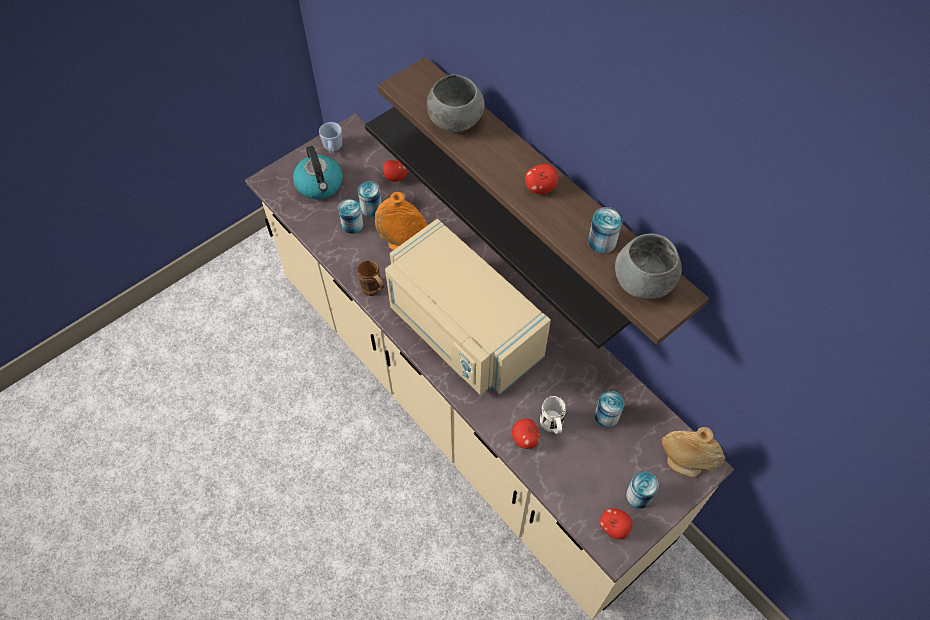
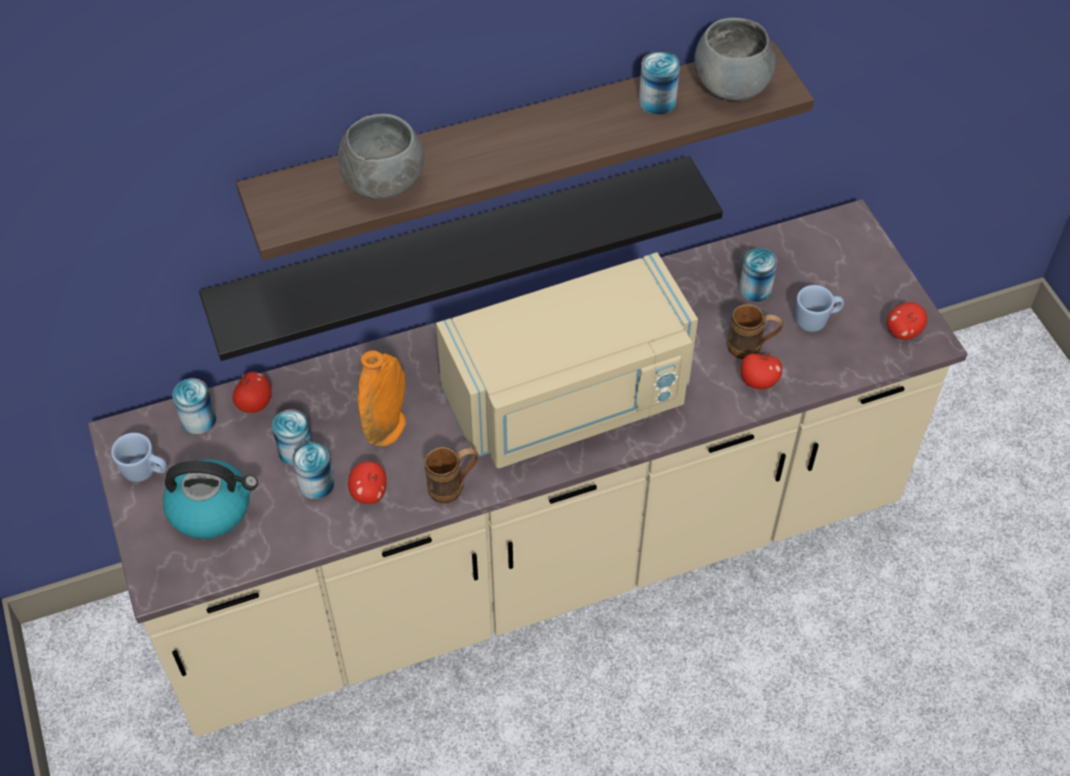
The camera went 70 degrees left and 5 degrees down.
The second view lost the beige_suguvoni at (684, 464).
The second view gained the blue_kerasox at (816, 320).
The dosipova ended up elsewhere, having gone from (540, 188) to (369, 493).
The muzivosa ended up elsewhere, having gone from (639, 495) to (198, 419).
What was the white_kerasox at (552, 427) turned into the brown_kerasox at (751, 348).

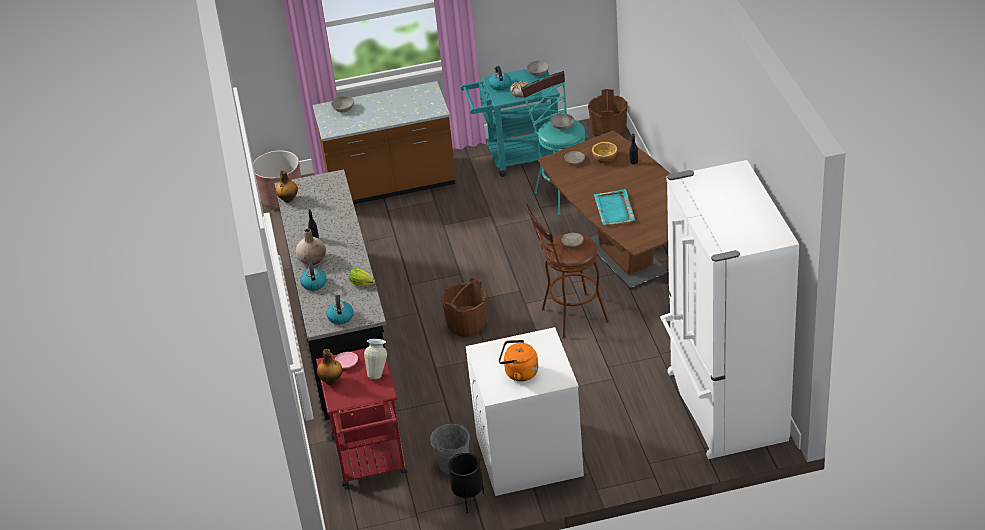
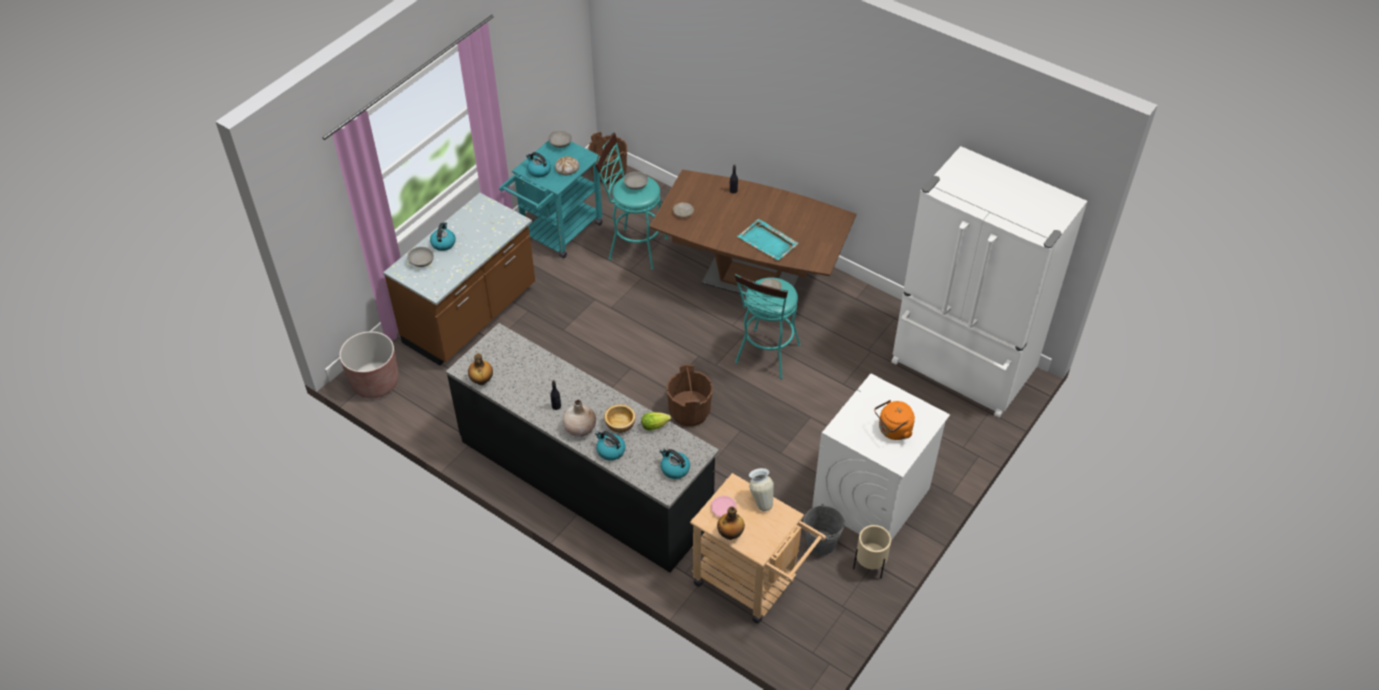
The camera went 45 degrees left and 10 degrees up.
The second view gained the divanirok at (443, 243).
The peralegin ended up elsewhere, having gone from (605, 158) to (621, 424).
What was the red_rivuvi at (371, 461) turned into the beige_rivuvi at (752, 584).
What was the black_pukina at (468, 500) turned into the beige_pukina at (869, 566).
What was the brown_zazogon at (569, 317) turned into the turquoise_zazogon at (765, 357).

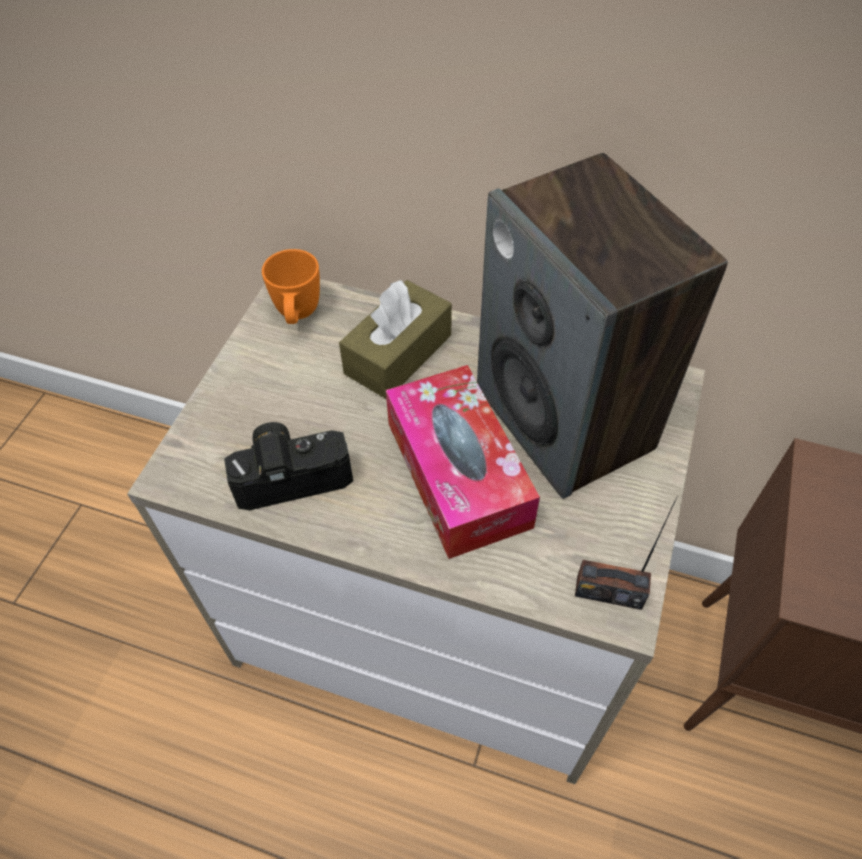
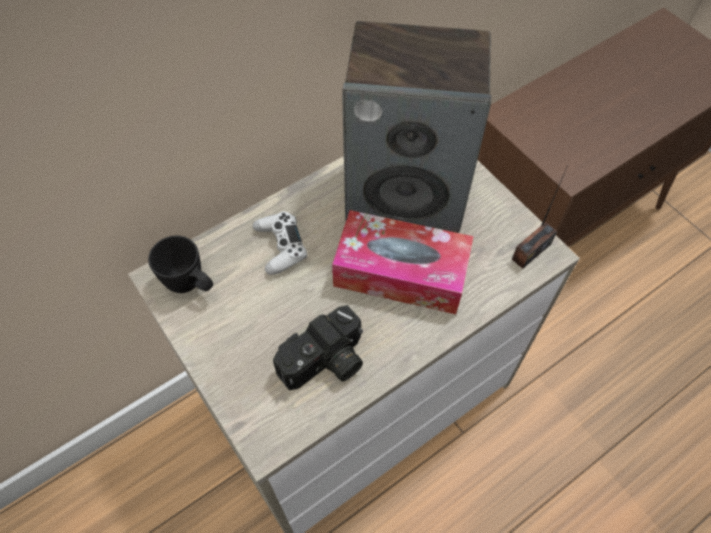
The camera went 55 degrees left and 5 degrees up.
Where the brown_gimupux stood at (398, 354), the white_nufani came to stand at (280, 246).
What was the orange_kerasox at (298, 316) turned into the black_kerasox at (191, 285).
The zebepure at (292, 472) ended up facing another way, 150 degrees counterclockwise from before.

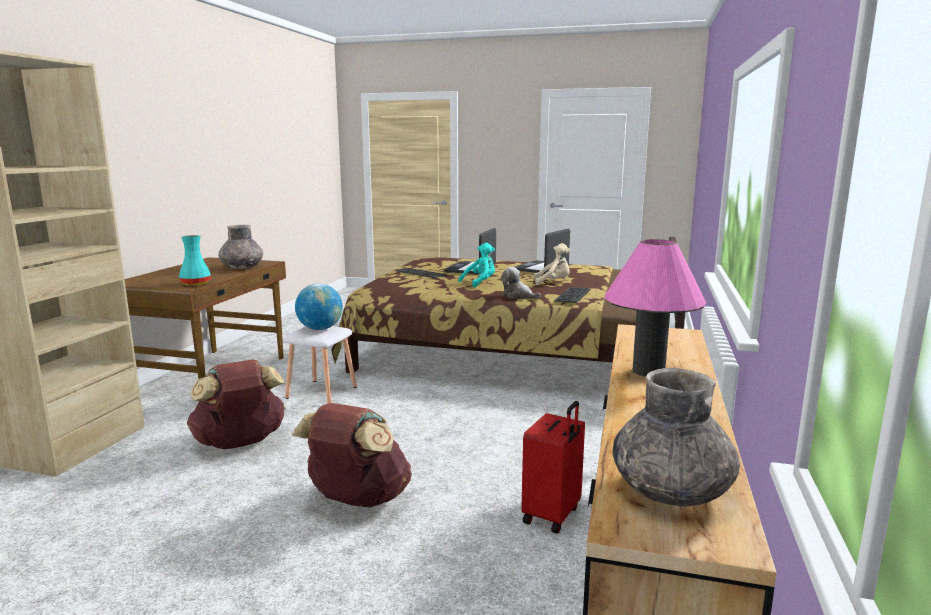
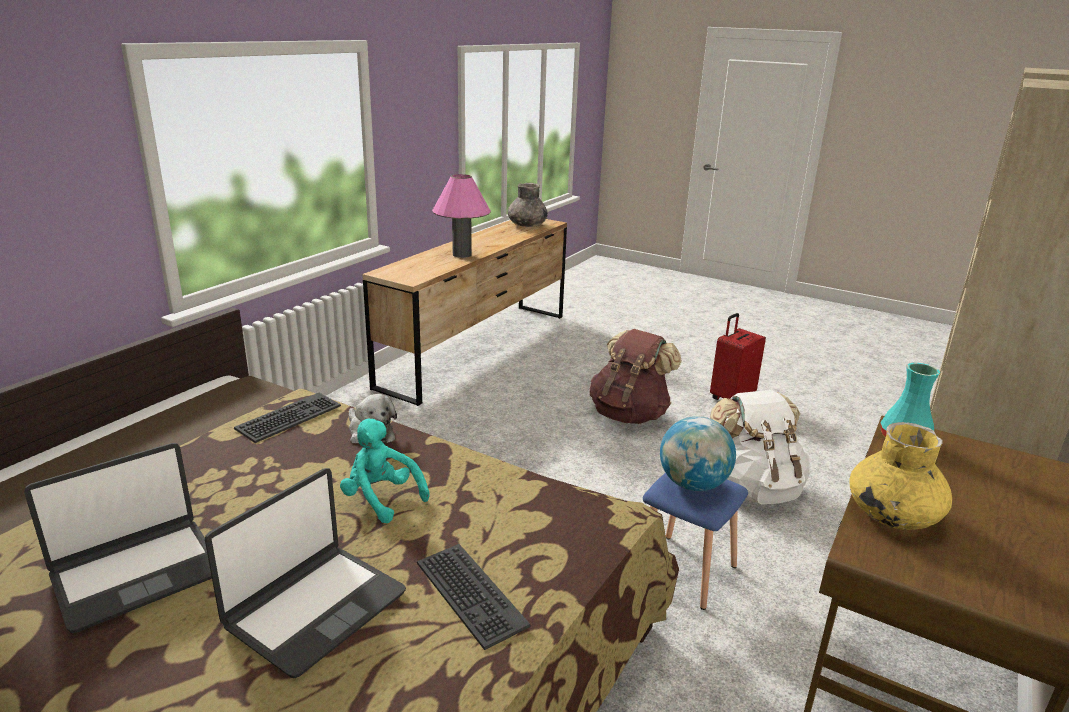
The camera went 165 degrees left and 10 degrees up.
The second view lost the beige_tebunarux at (553, 282).
The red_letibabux ended up elsewhere, having gone from (553, 515) to (731, 398).
What was the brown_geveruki at (240, 443) turned into the white_geveruki at (754, 489).
What was the grey_suguvoni at (242, 268) turned into the yellow_suguvoni at (892, 514).
What was the white_zazogon at (321, 393) turned into the blue_zazogon at (684, 569).
The turquoise_tebunarux at (480, 283) ended up facing another way, 60 degrees clockwise from before.

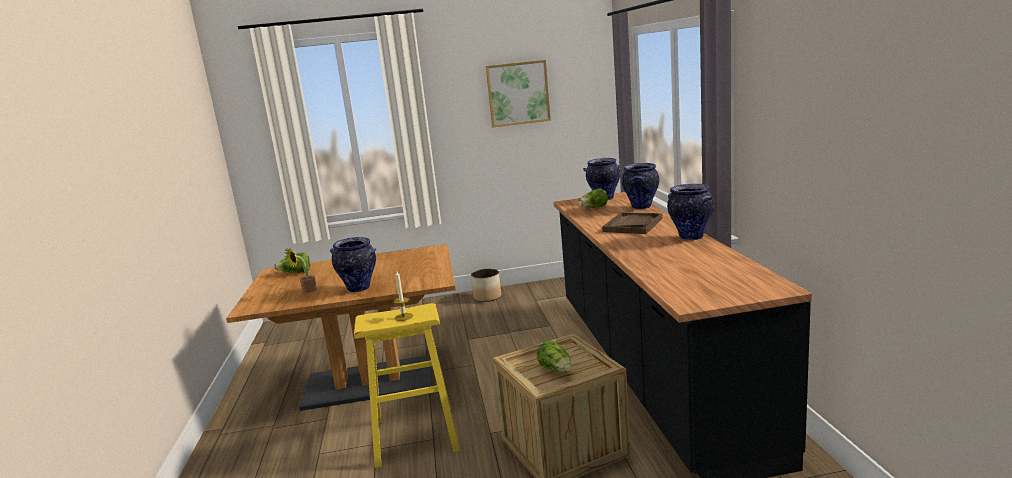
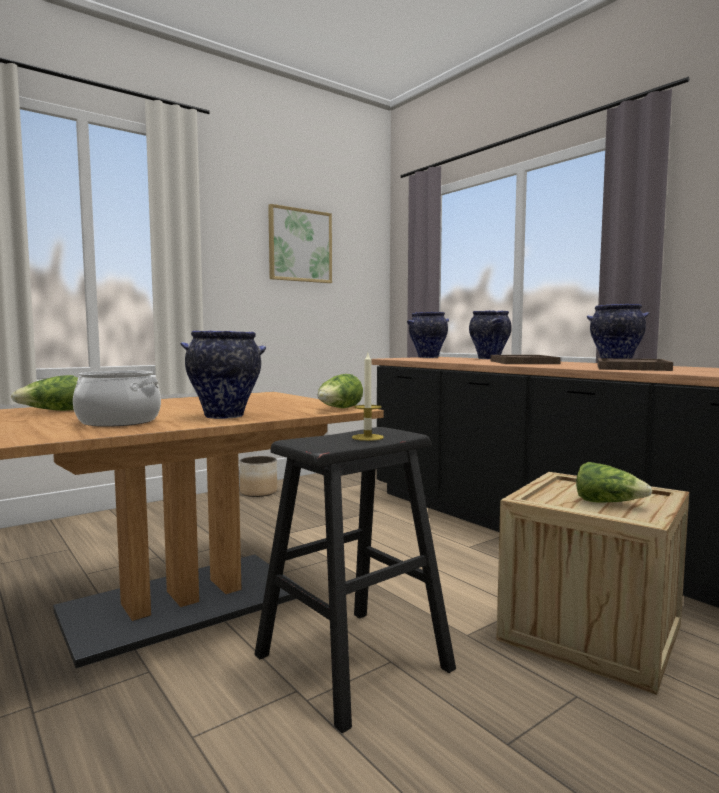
The camera went 30 degrees left and 10 degrees down.
The second view gained the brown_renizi at (632, 368).
The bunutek ended up elsewhere, having gone from (594, 208) to (339, 409).
Where the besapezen stood at (306, 291), the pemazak came to stand at (119, 421).
What was the yellow_zazogon at (415, 435) turned into the black_zazogon at (352, 662).

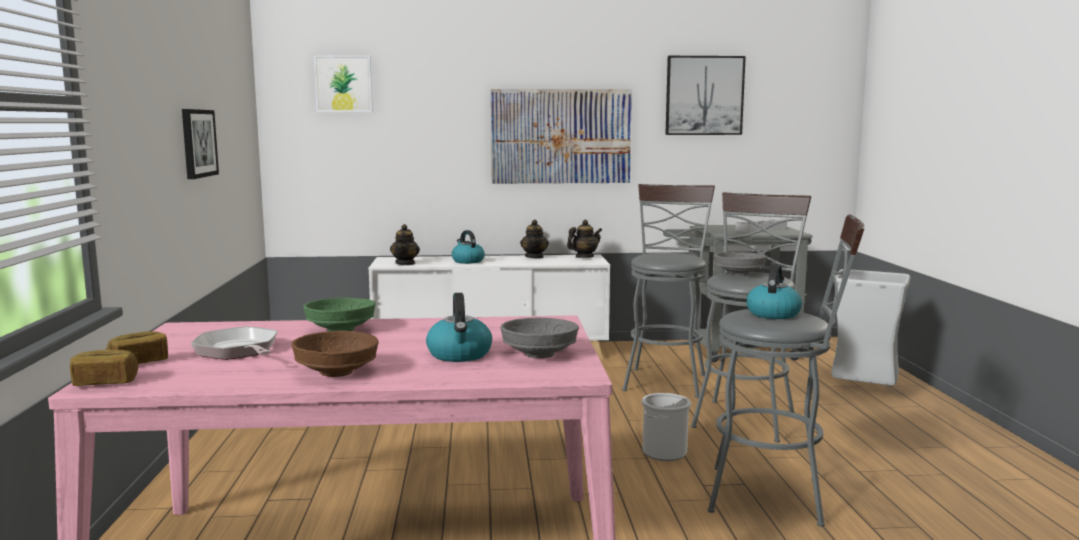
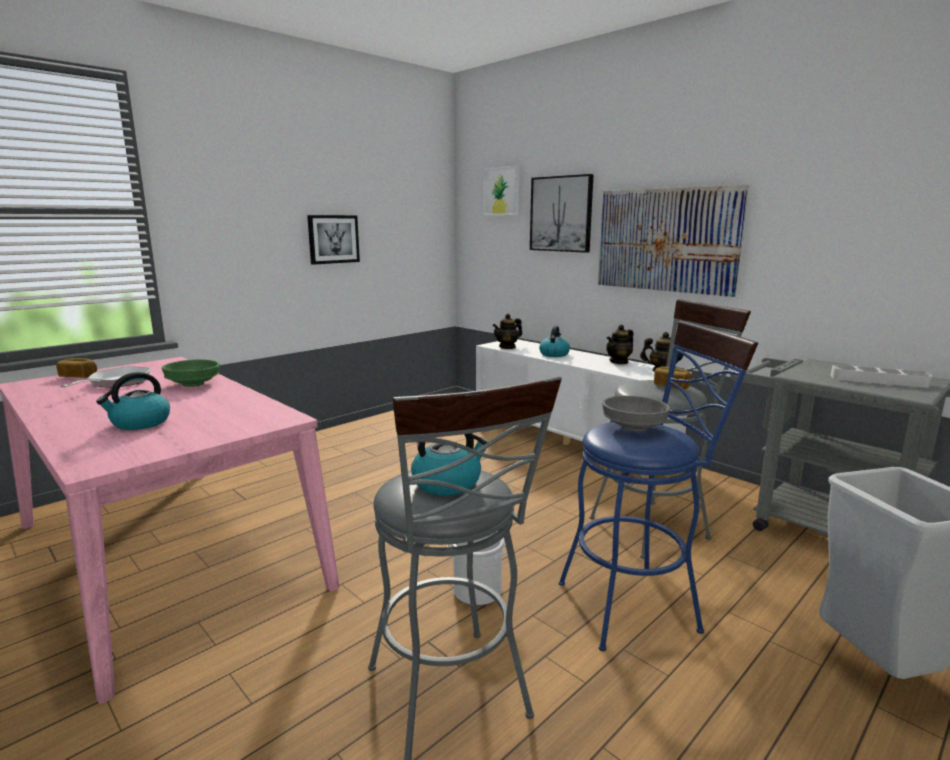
The camera went 50 degrees right and 5 degrees up.
The second view lost the brown_peralegin at (336, 373).
The second view lost the grey_peralegin at (540, 355).
The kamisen ended up elsewhere, having gone from (105, 382) to (671, 386).
The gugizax ended up elsewhere, having gone from (704, 95) to (561, 214).
What was the grey_zazogon at (745, 417) turned into the blue_zazogon at (638, 604).

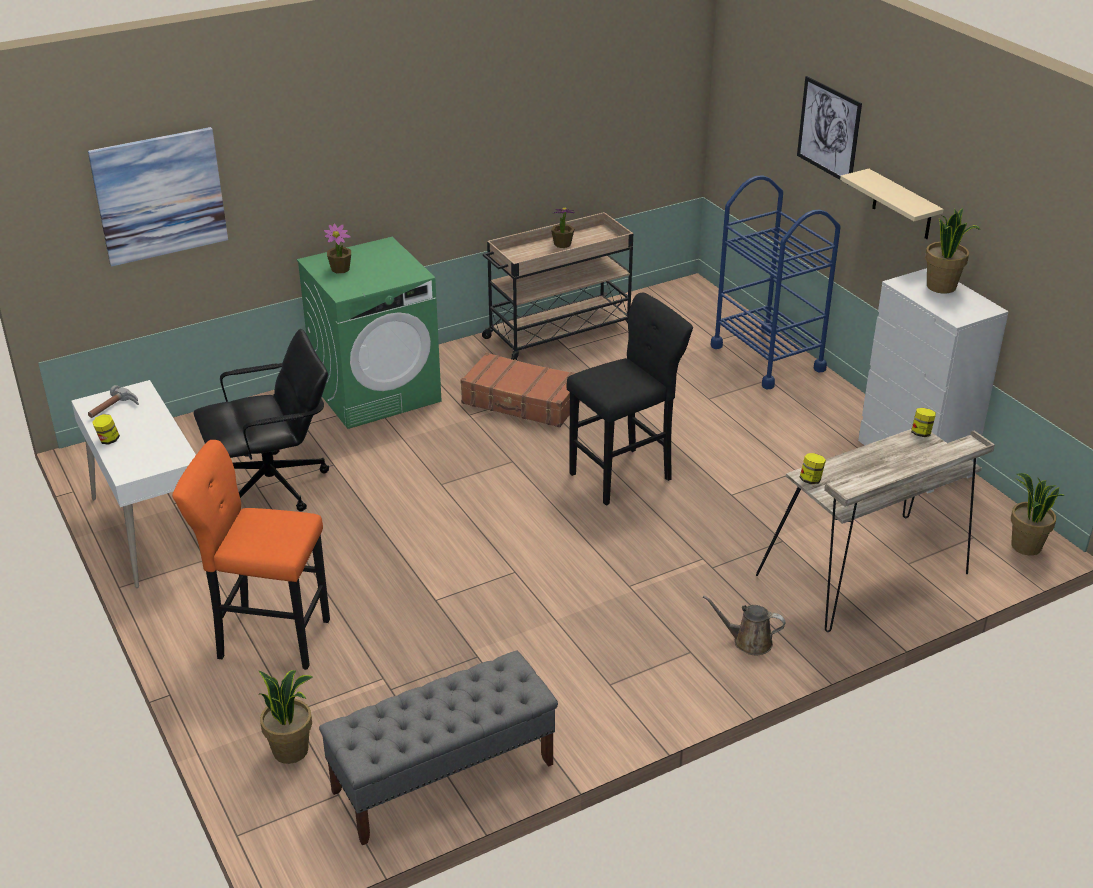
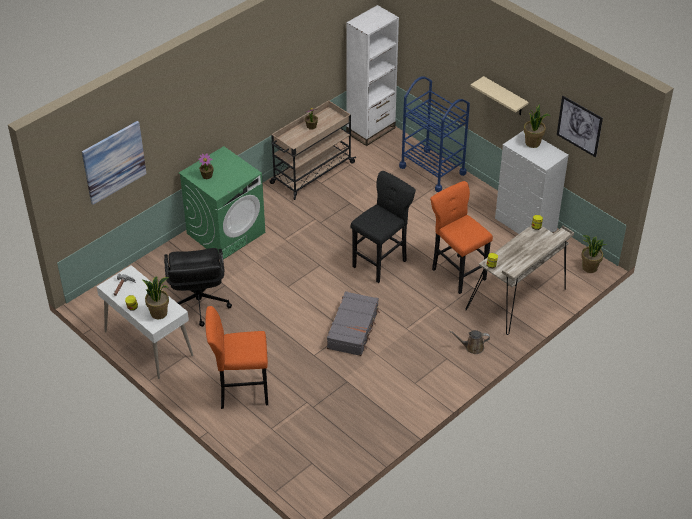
The camera went 15 degrees left and 10 degrees up.
The second view lost the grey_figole at (442, 778).
The second view lost the brown_letibabux at (522, 402).
The second view gained the grey_letibabux at (353, 329).
The second view gained the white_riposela at (371, 130).
The second view gained the orange_zazogon at (457, 272).
The besapezen ended up elsewhere, having gone from (291, 750) to (159, 313).
The gugizax ended up elsewhere, having gone from (828, 130) to (579, 126).
The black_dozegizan at (273, 486) ended up facing another way, 120 degrees clockwise from before.

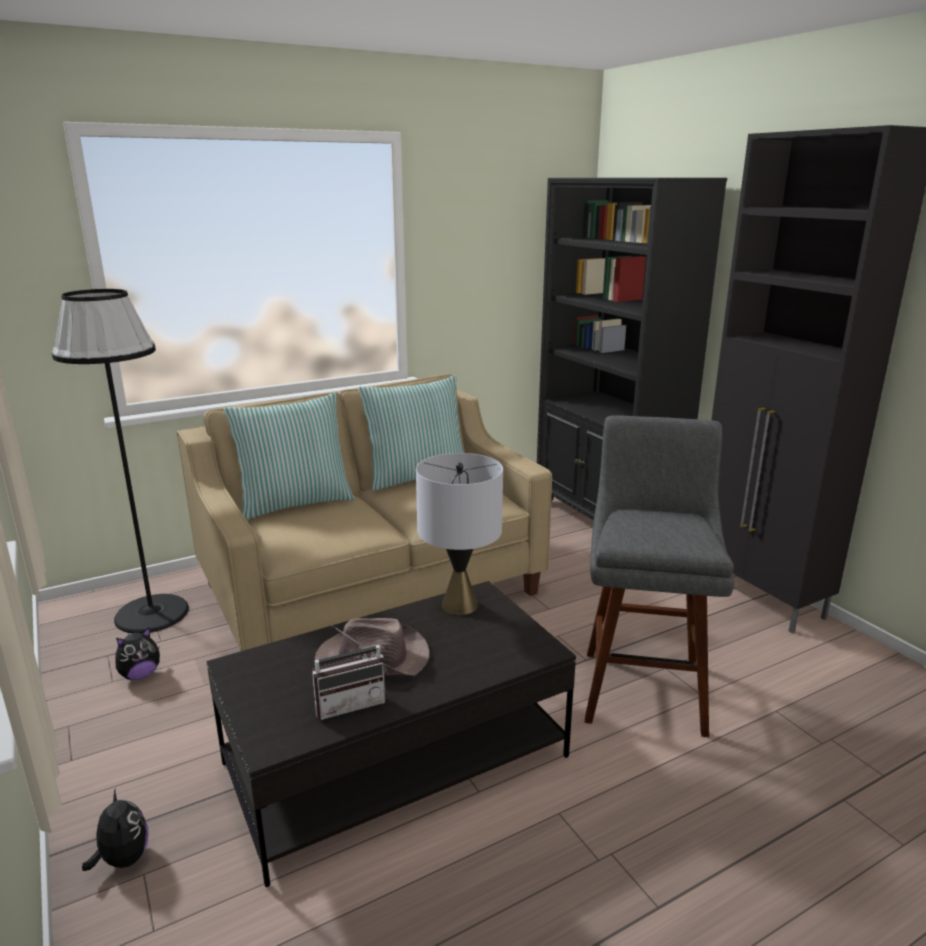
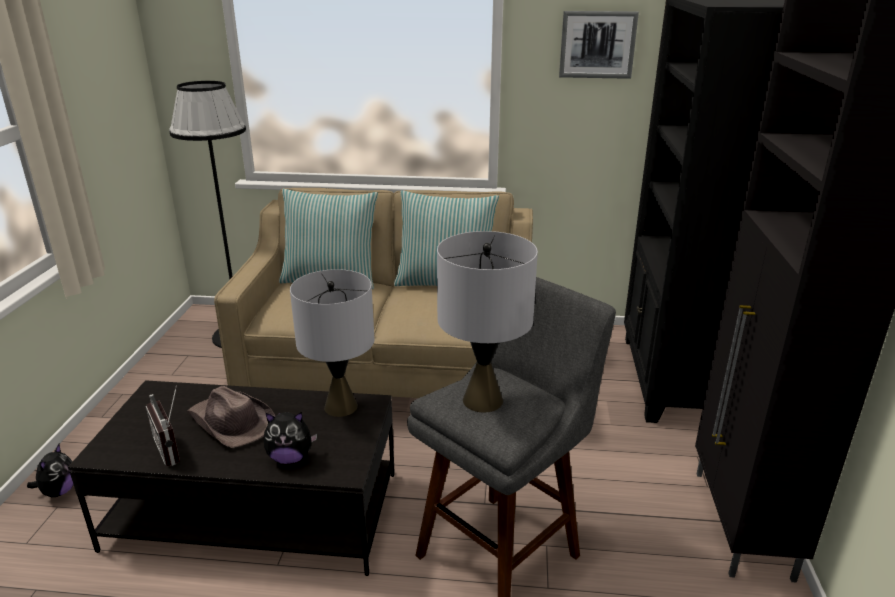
The camera went 35 degrees right and 5 degrees up.
The second view gained the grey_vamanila at (483, 400).
The second view gained the gugizax at (597, 44).
The tebunarux ended up elsewhere, having gone from (140, 675) to (290, 458).
The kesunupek at (350, 702) ended up facing another way, 45 degrees clockwise from before.

